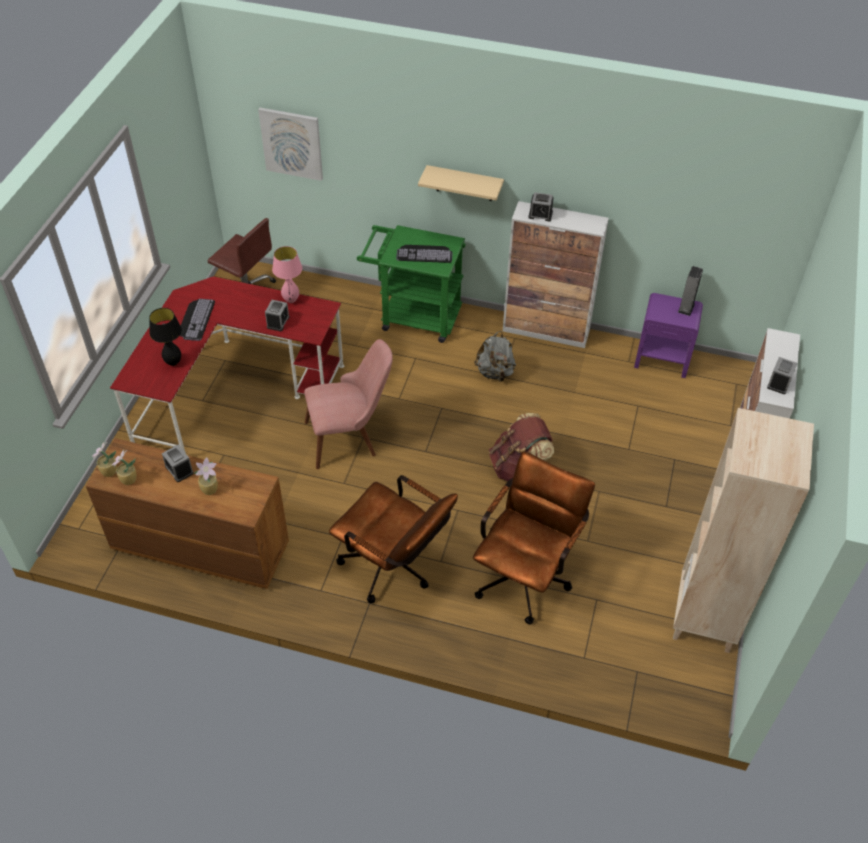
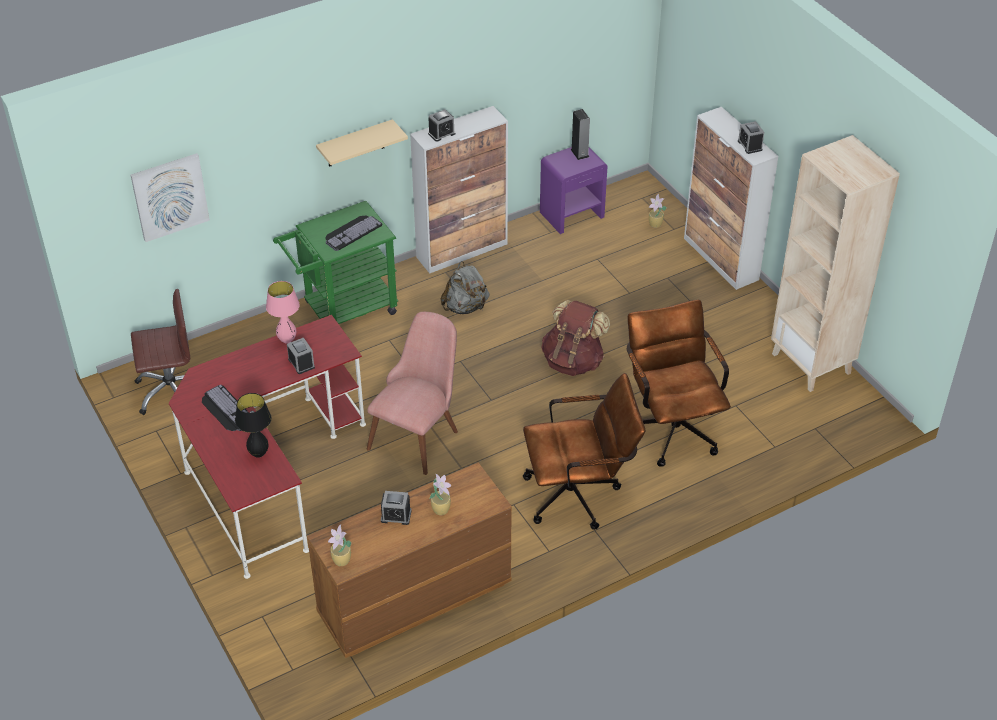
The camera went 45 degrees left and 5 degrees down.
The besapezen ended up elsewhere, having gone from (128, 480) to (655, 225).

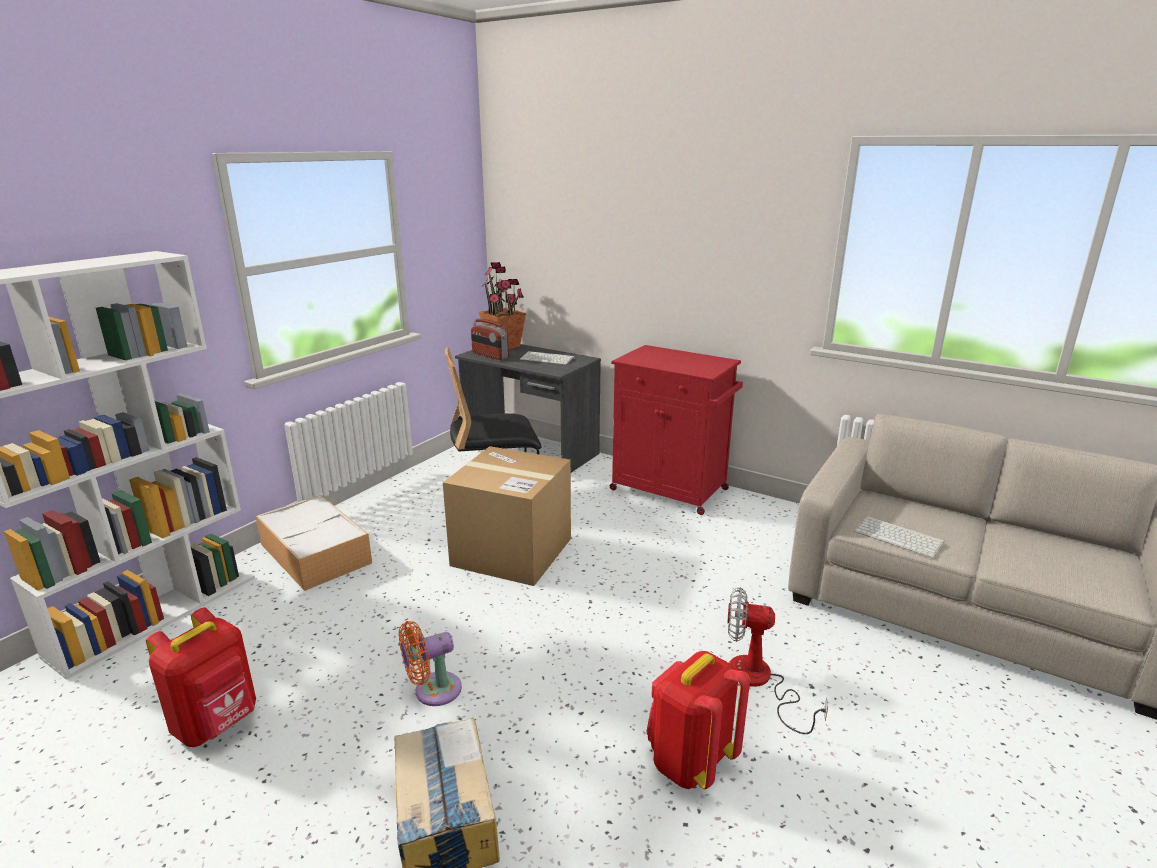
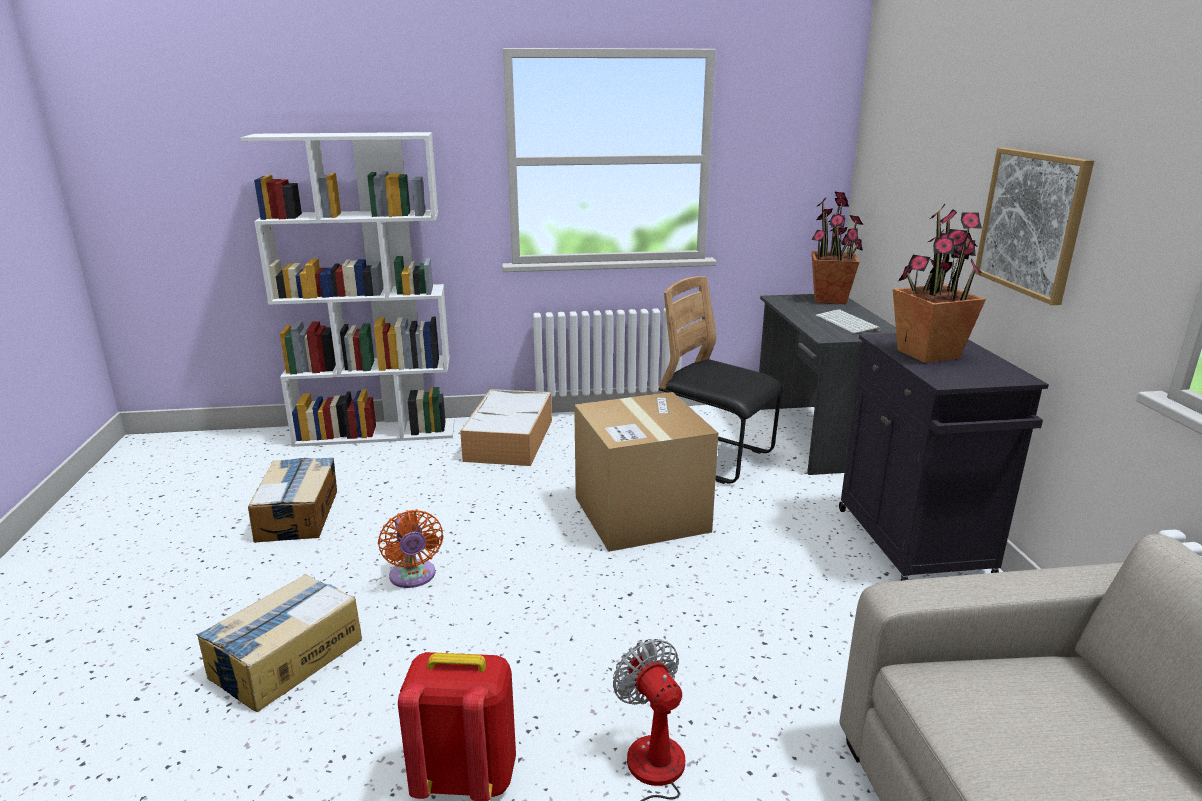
The camera went 50 degrees right and 0 degrees up.
The second view lost the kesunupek at (490, 355).
The second view lost the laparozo at (899, 537).
The second view gained the besapezen at (928, 354).
The second view gained the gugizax at (1032, 223).
Where the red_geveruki stood at (217, 724), the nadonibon came to stand at (298, 514).
What was the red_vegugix at (671, 490) turned into the black_vegugix at (914, 545).
The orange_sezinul at (433, 691) ended up facing another way, 135 degrees counterclockwise from before.

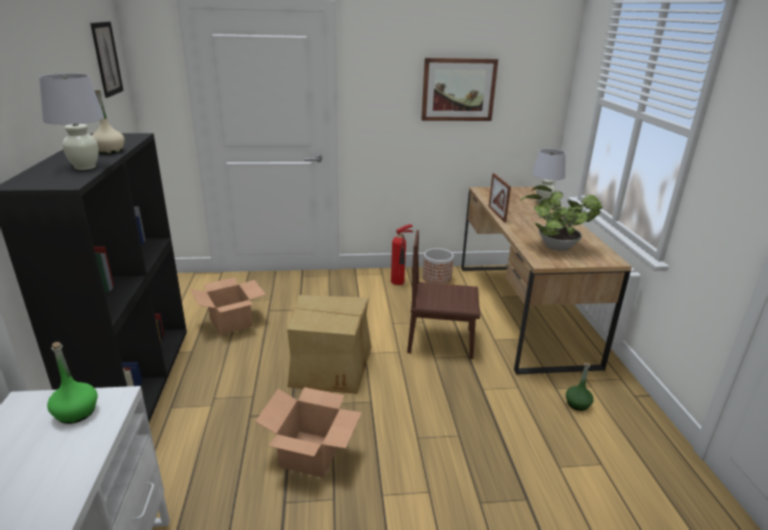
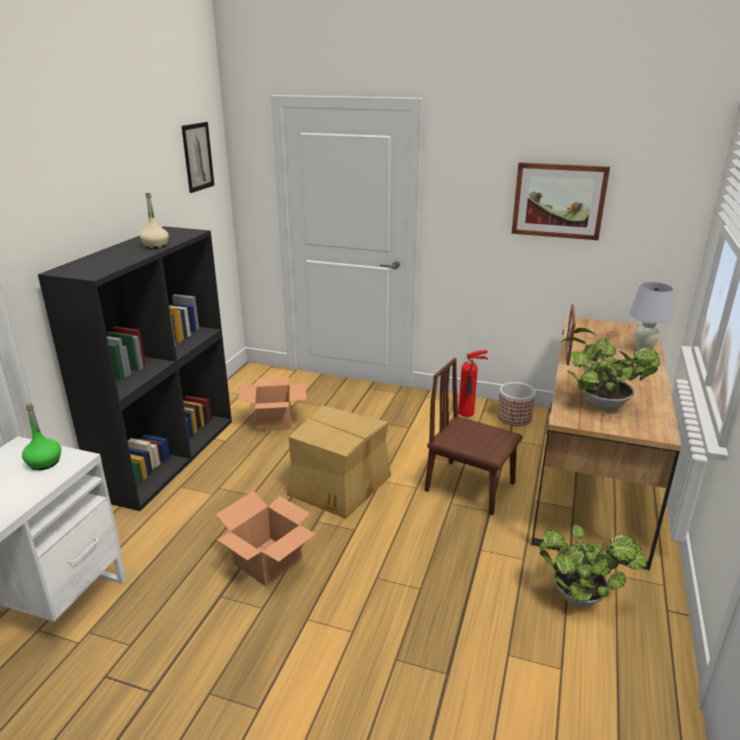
The camera went 25 degrees right and 0 degrees up.
The second view lost the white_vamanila at (85, 167).
Where the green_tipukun stood at (577, 404), the besapezen came to stand at (582, 597).

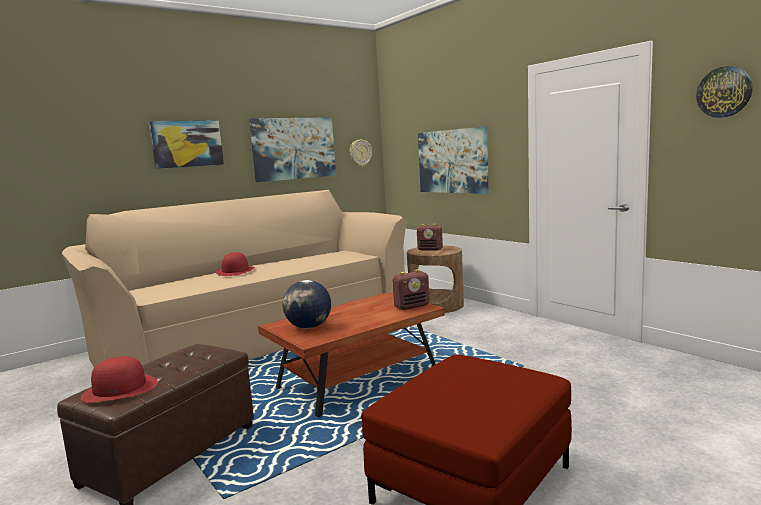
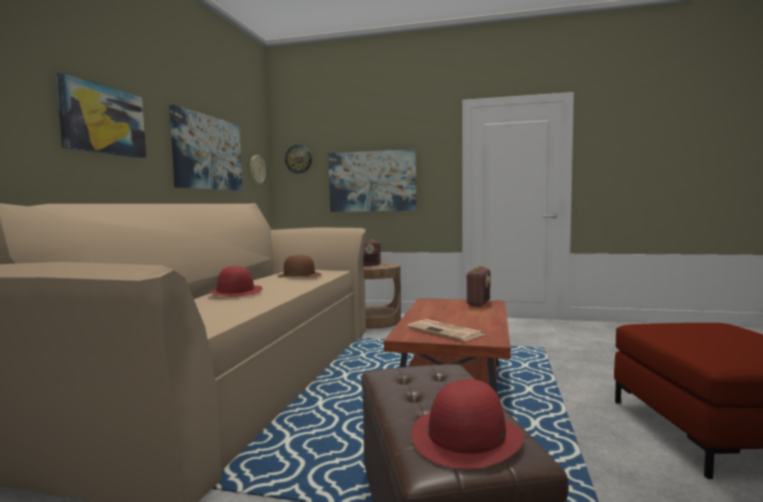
The camera went 40 degrees left and 5 degrees down.
The second view gained the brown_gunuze at (299, 275).
The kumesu ended up elsewhere, having gone from (724, 92) to (298, 159).
Where the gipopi stood at (309, 327), the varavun came to stand at (446, 331).

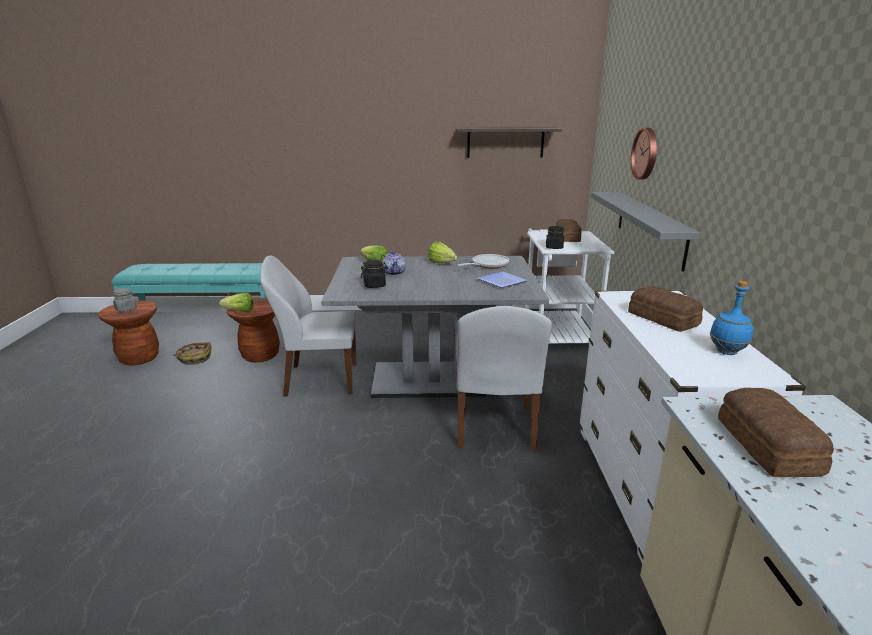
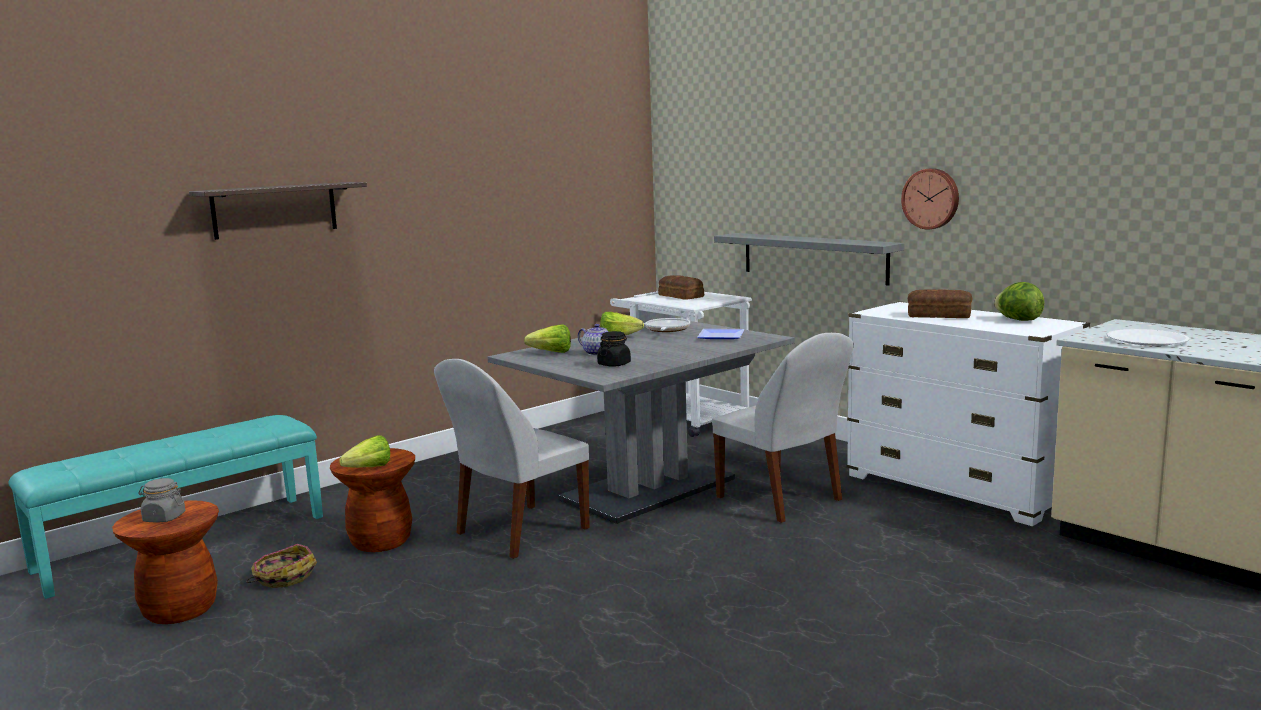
The camera went 40 degrees left and 10 degrees down.
The second view lost the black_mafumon at (554, 247).
The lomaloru ended up elsewhere, having gone from (505, 142) to (275, 210).
The kumesu ended up elsewhere, having gone from (646, 153) to (931, 198).
Where the blue_tipukun stood at (726, 352), the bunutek came to stand at (1018, 320).
Where the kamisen stood at (767, 447), the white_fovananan came to stand at (1147, 340).

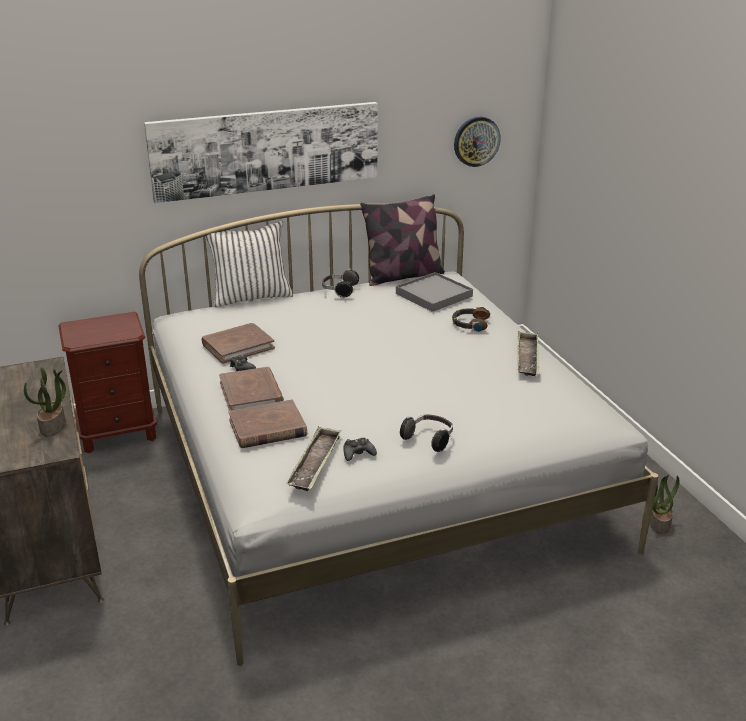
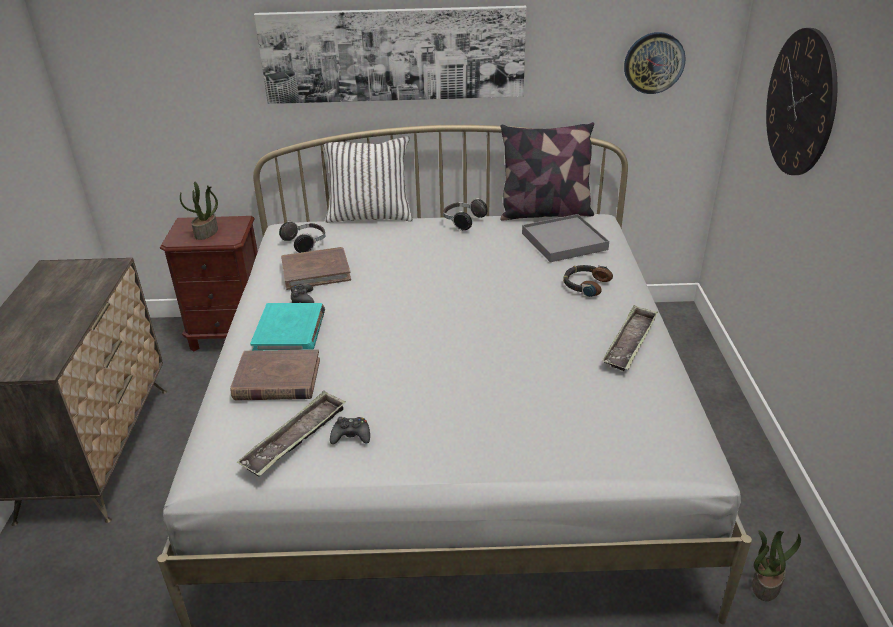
The camera went 20 degrees right and 5 degrees up.
The second view gained the kumesu at (800, 103).
The besapezen ended up elsewhere, having gone from (53, 427) to (206, 233).
The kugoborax ended up elsewhere, having gone from (429, 439) to (306, 244).
What was the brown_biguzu at (251, 393) turned into the turquoise_biguzu at (290, 332).

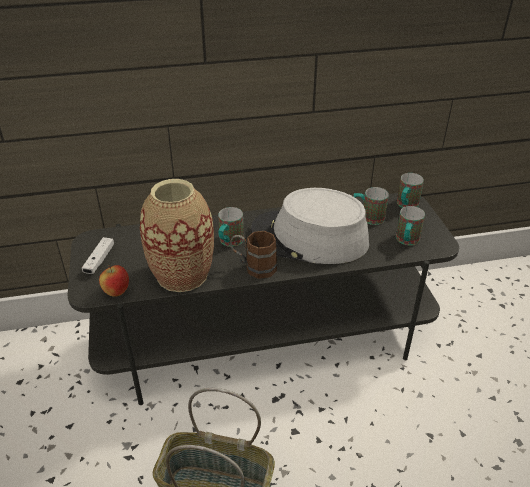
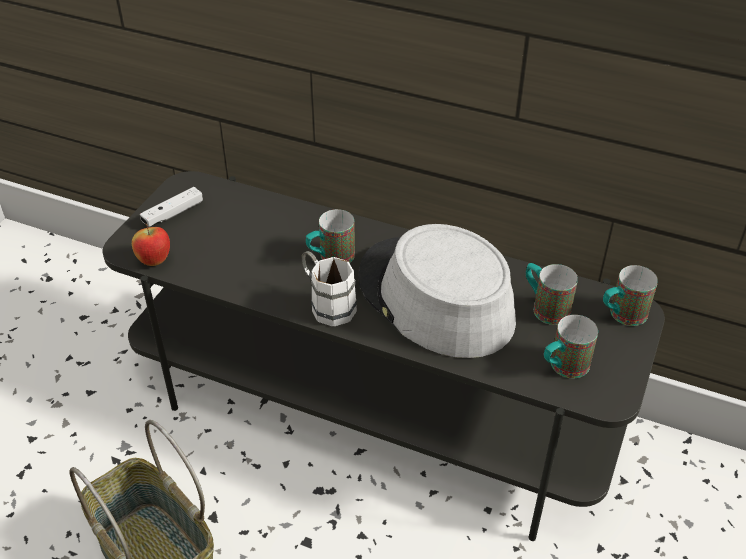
The camera went 35 degrees right and 5 degrees up.
The second view lost the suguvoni at (182, 274).
What was the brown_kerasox at (254, 267) turned into the white_kerasox at (326, 304).

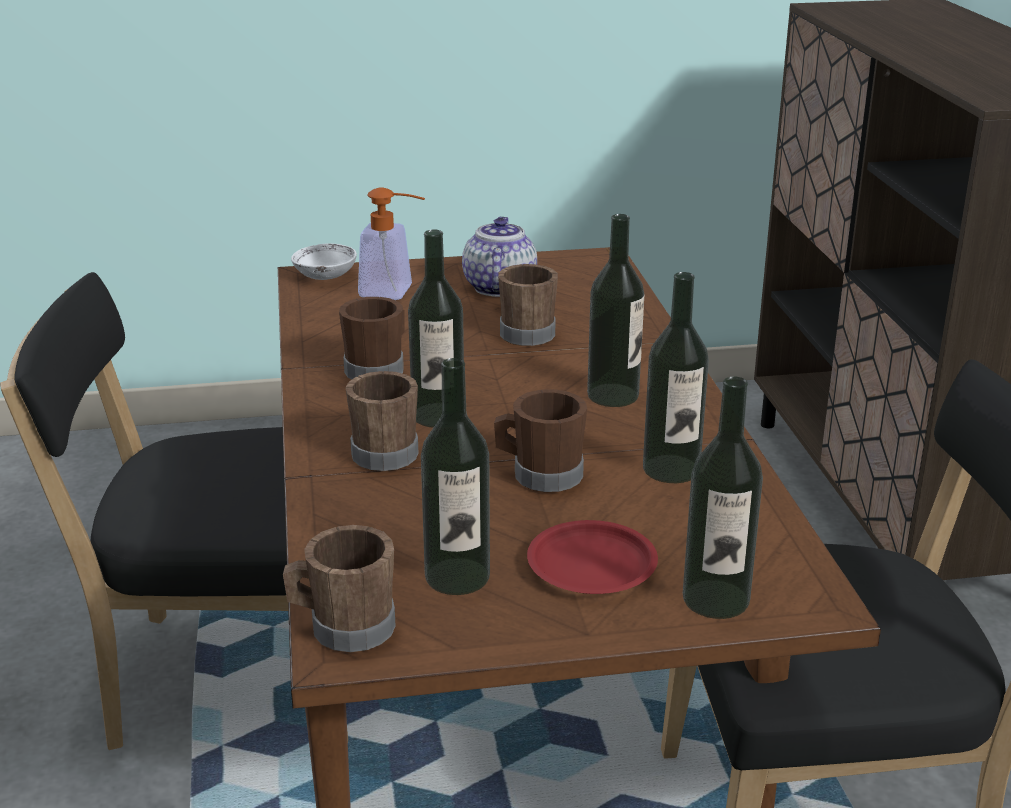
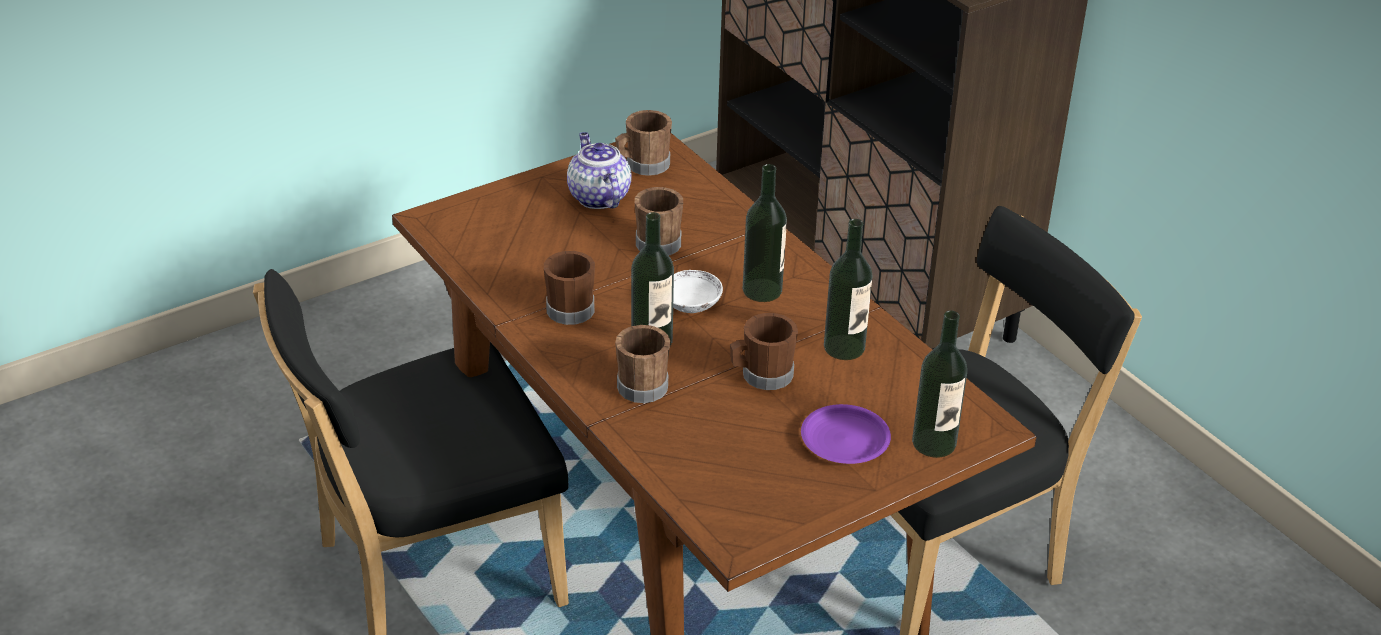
The camera went 25 degrees left and 10 degrees up.
The second view lost the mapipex at (395, 293).
The second view lost the tipukun at (457, 576).
The brown_kerasox ended up elsewhere, having gone from (343, 628) to (643, 165).
The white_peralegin ended up elsewhere, having gone from (325, 276) to (692, 305).
What was the red_fovananan at (590, 566) turned into the purple_fovananan at (844, 440).

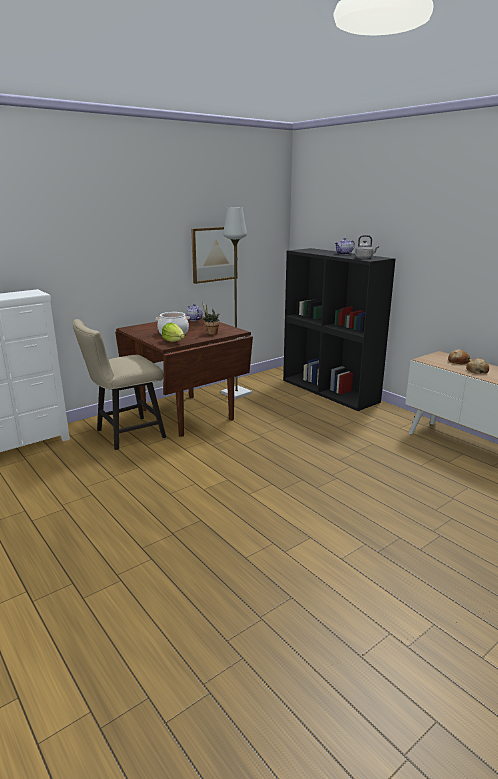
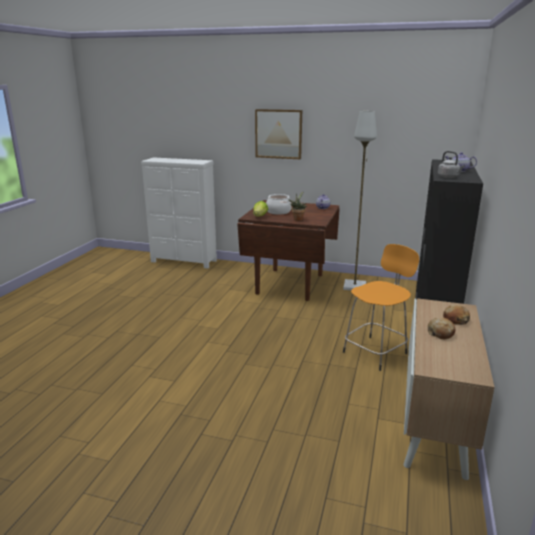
The camera went 55 degrees right and 0 degrees up.
The second view lost the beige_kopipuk at (125, 434).
The second view gained the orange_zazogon at (376, 352).
The gugizax ended up elsewhere, having gone from (214, 254) to (278, 134).

